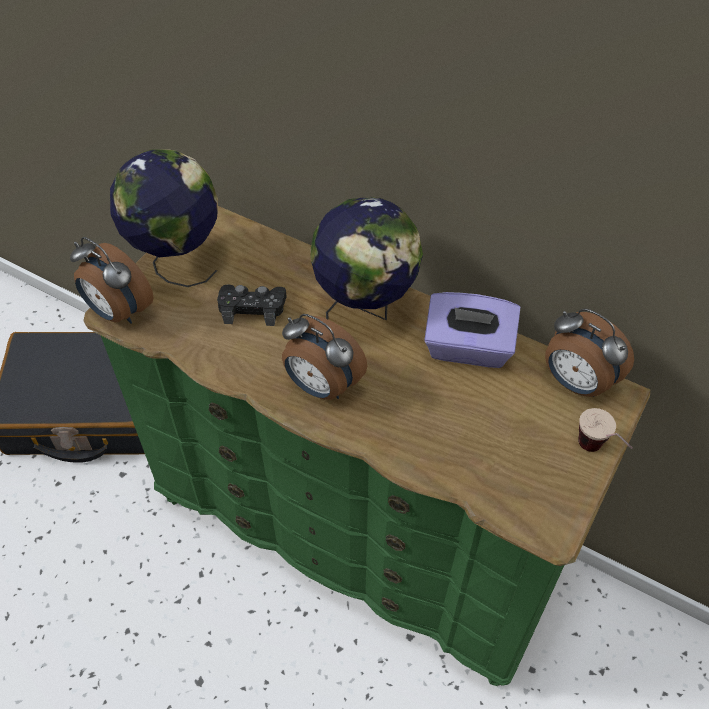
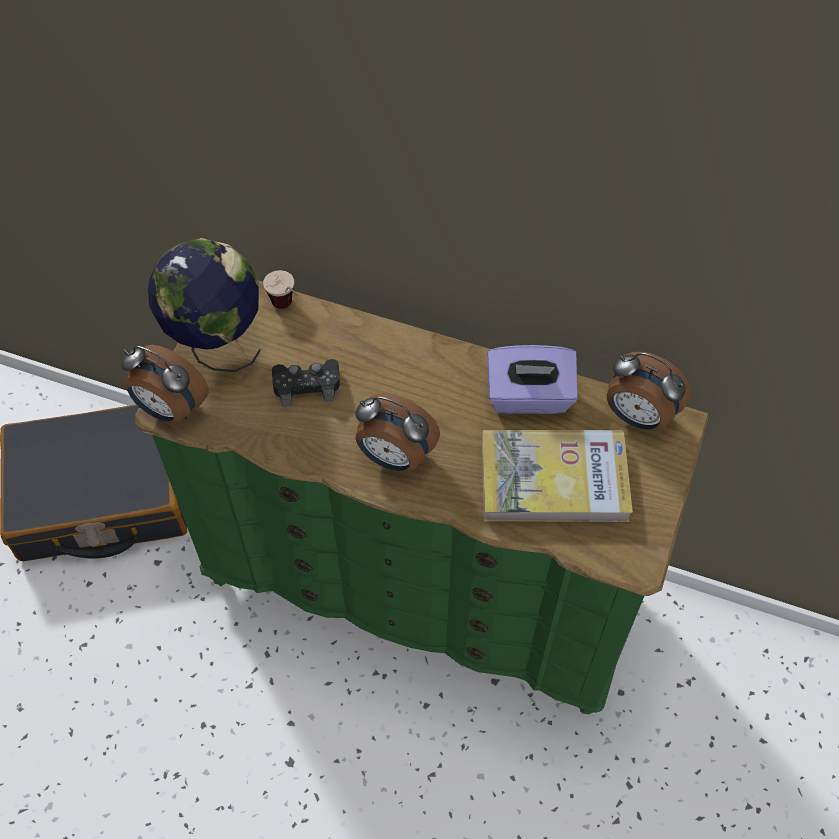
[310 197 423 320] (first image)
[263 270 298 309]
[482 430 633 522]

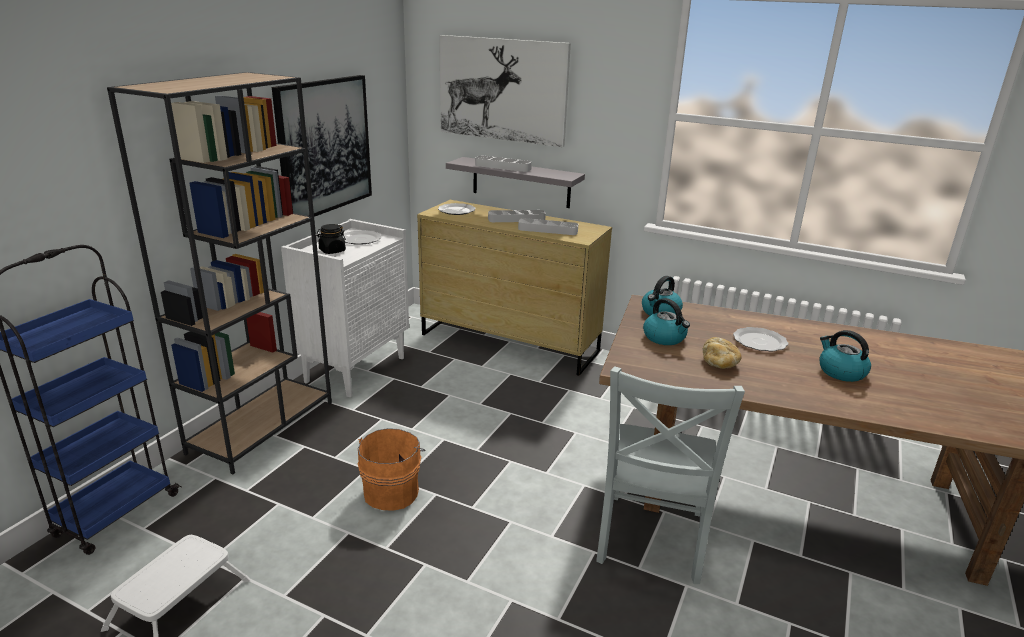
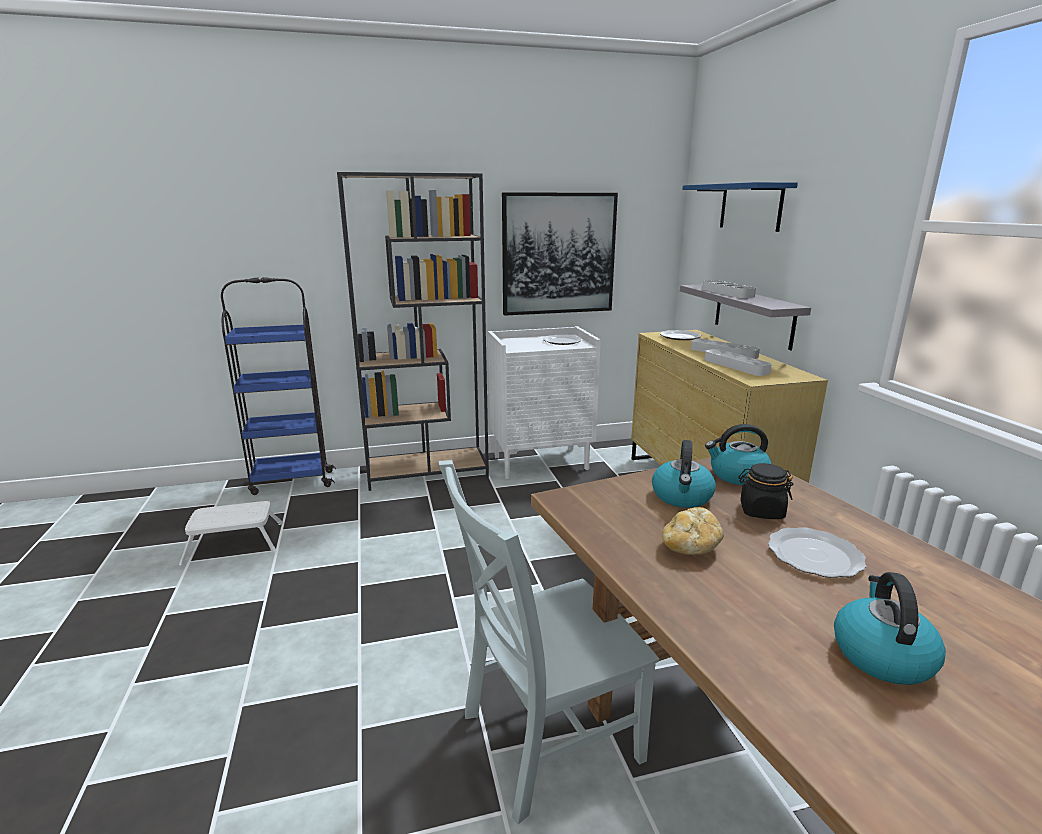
[738 463 793 519]
[358 428 426 511] (first image)
[682 182 798 232]

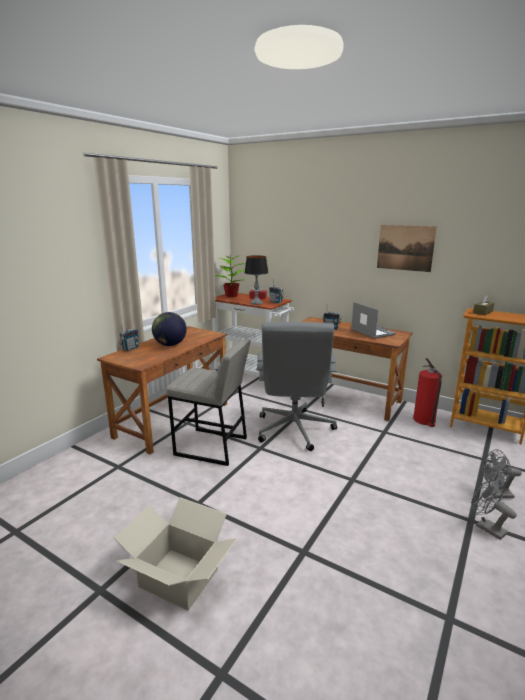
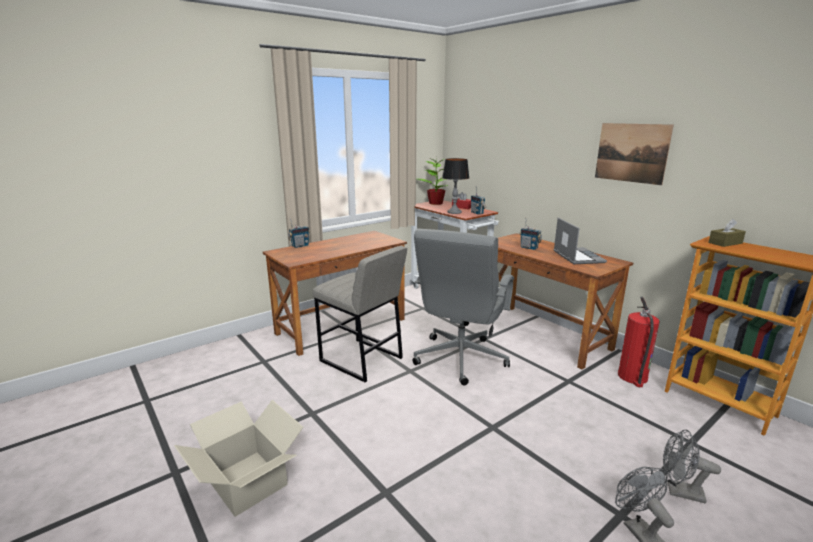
[152 312 187 346] (first image)

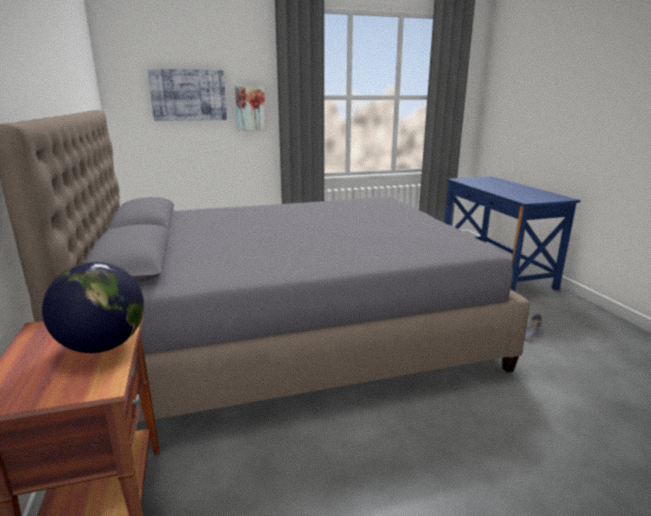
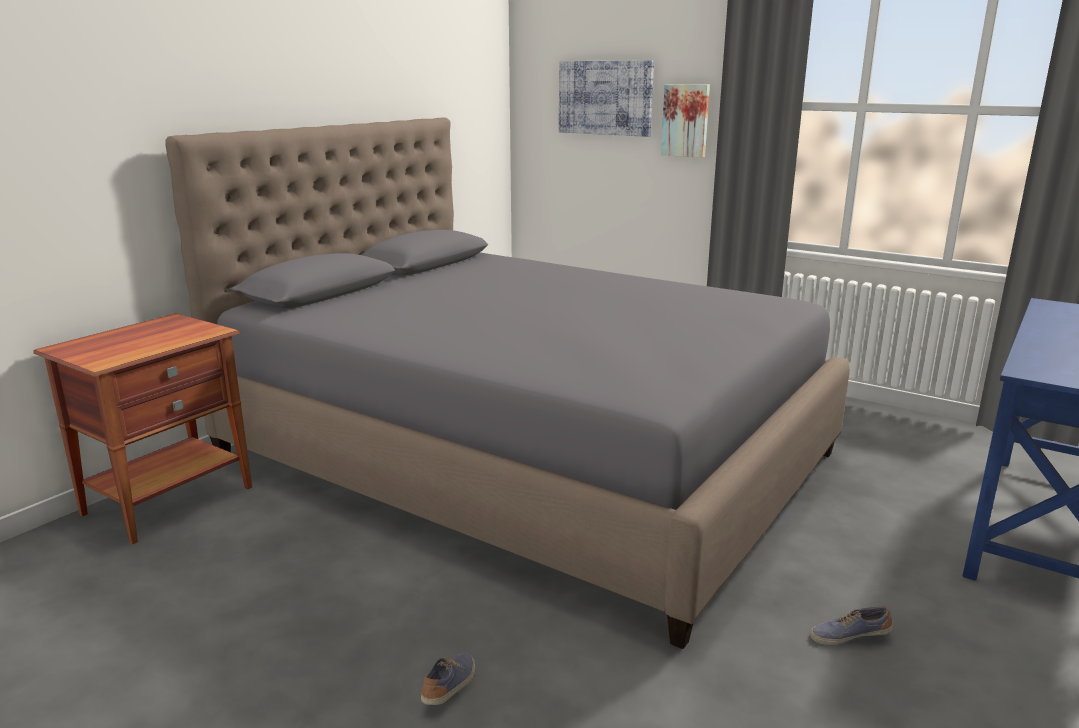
[42 262 144 353] (first image)
[421 653 475 705]

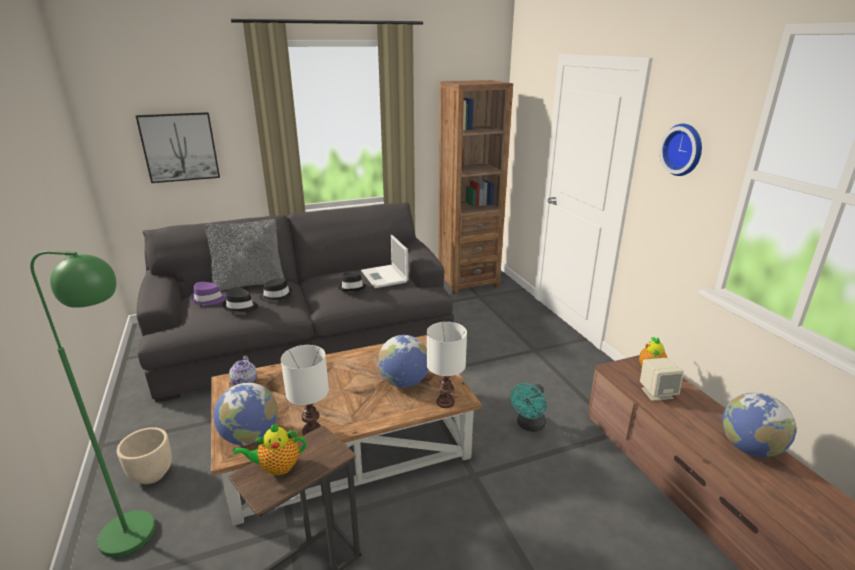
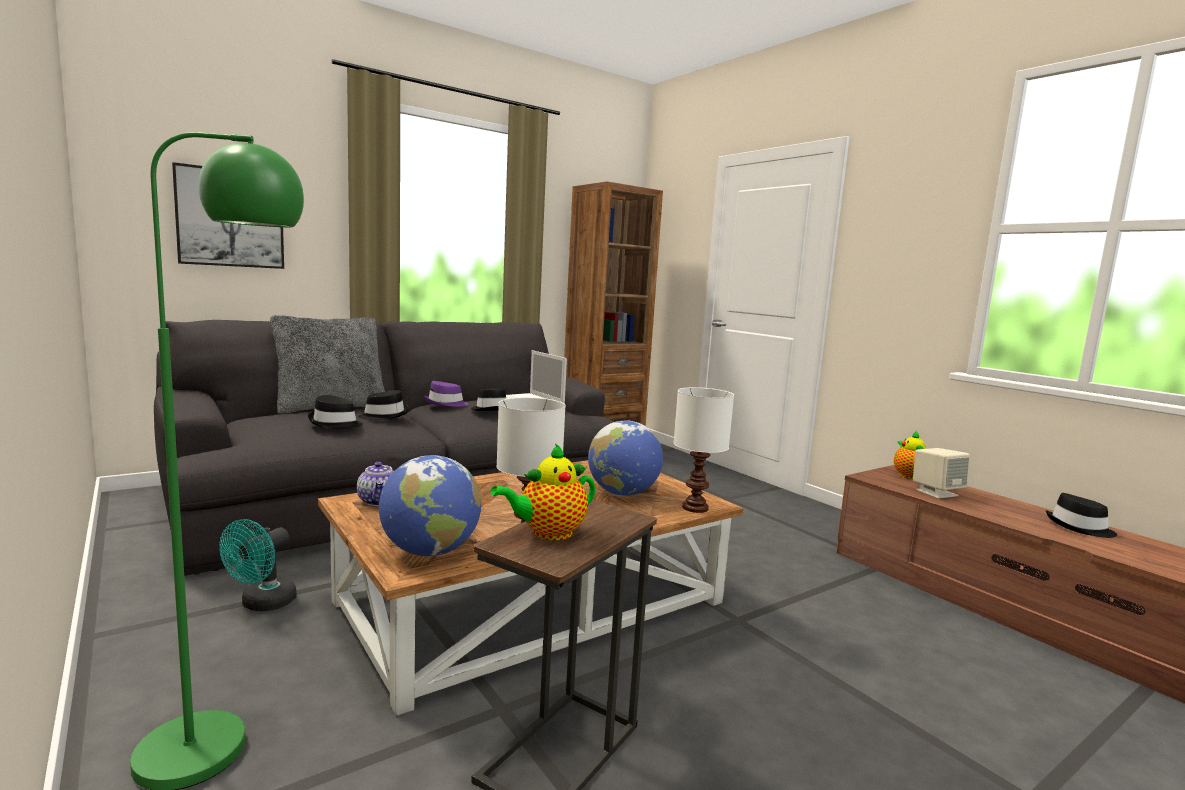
[117 427 172 484] (first image)
[424 381 468 407]
[219 519 297 612]
[659 124 702 176] (first image)
[1046 493 1117 538]

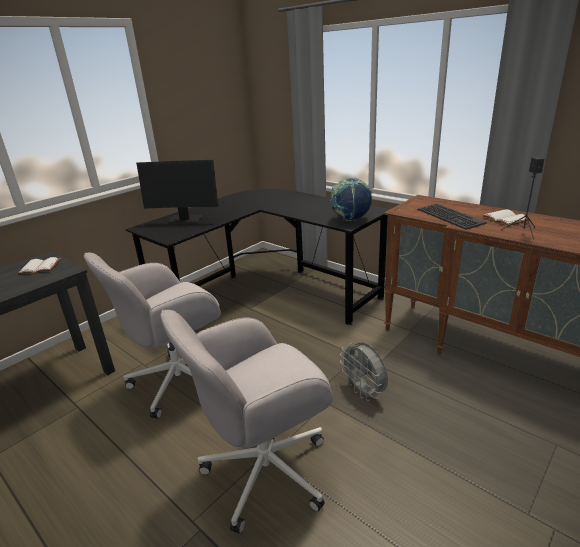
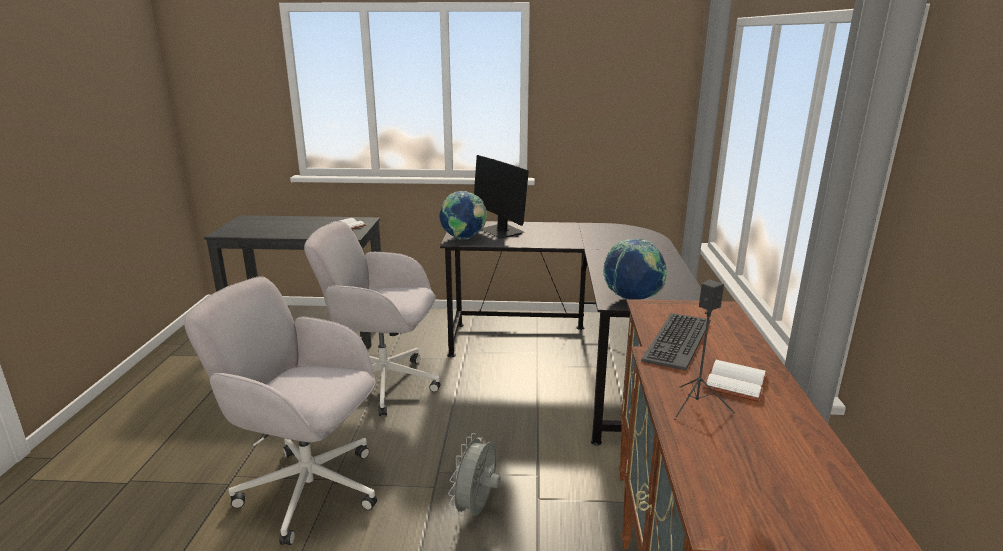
[440 191 487 240]

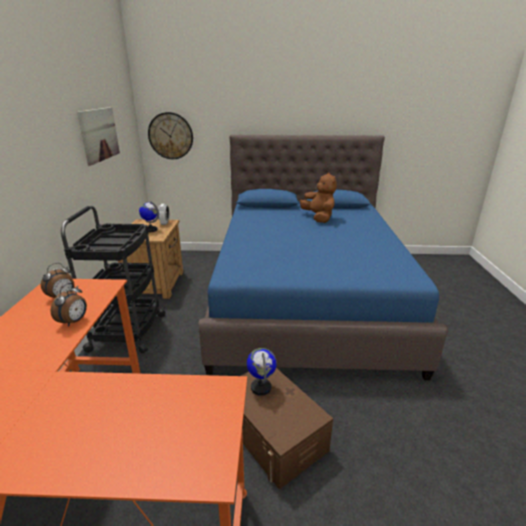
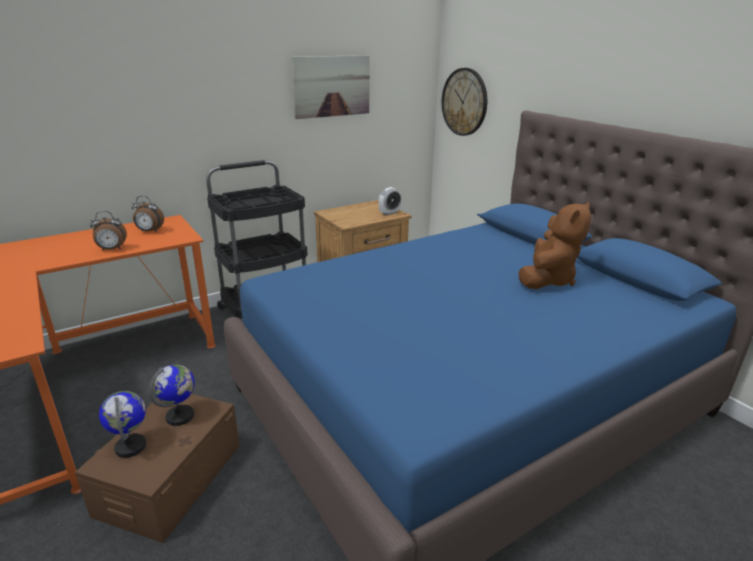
[99 391 146 458]

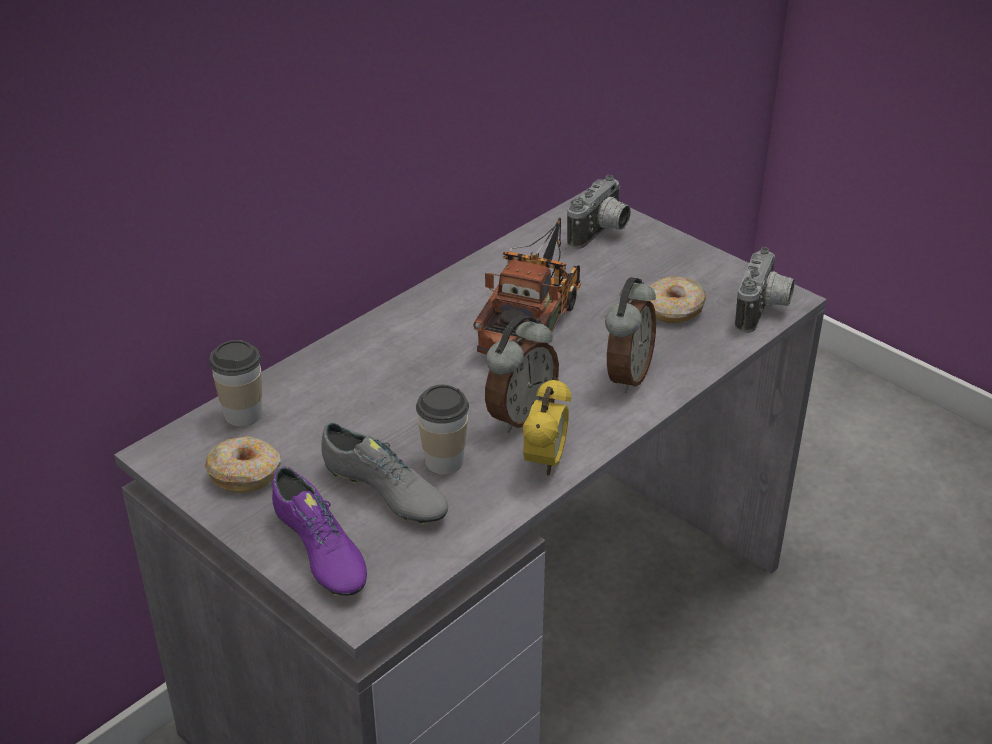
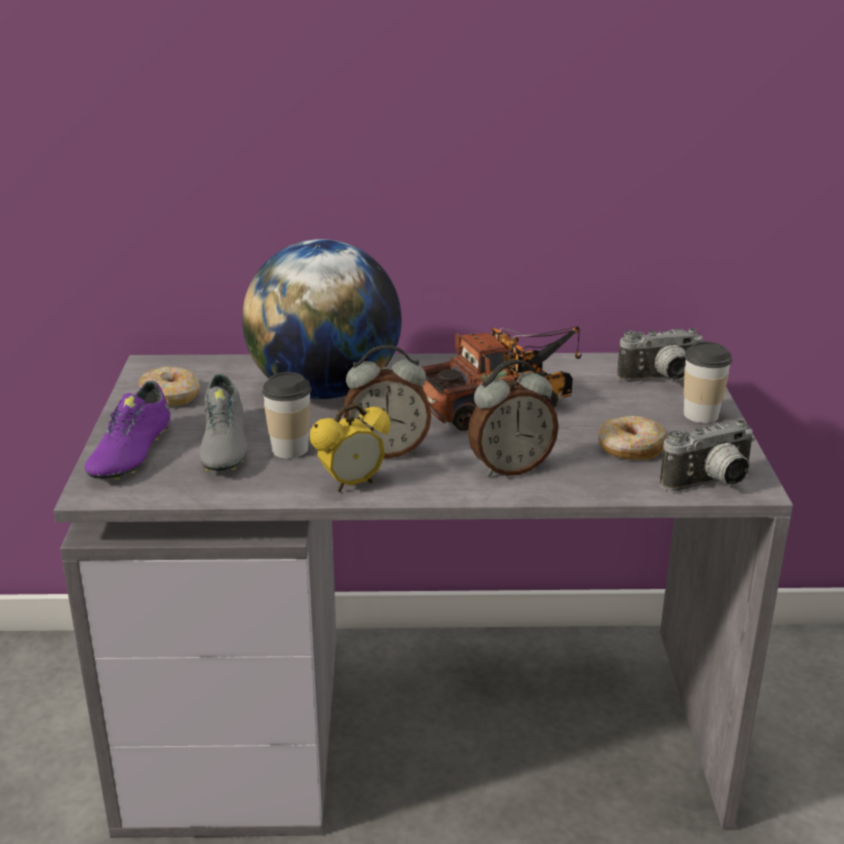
[684 342 732 423]
[242 239 401 399]

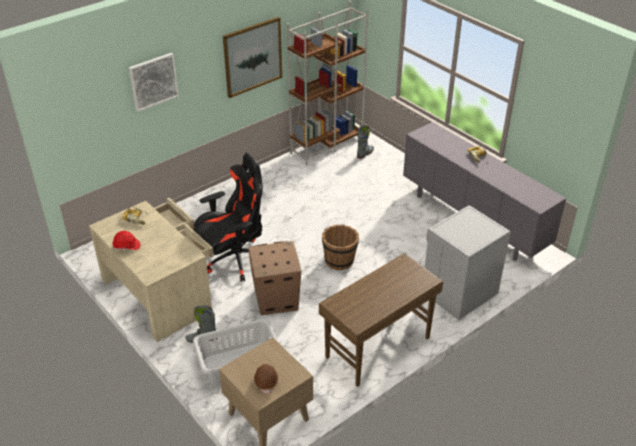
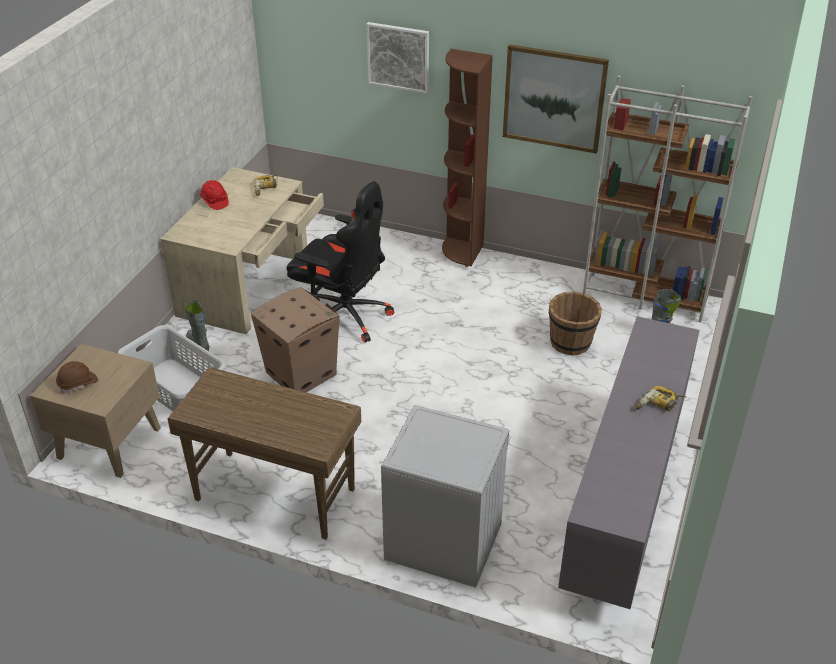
[549 292 602 356]
[442 49 493 267]

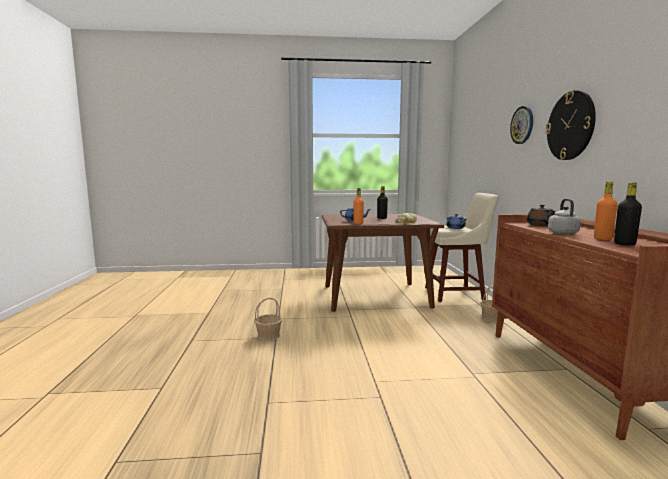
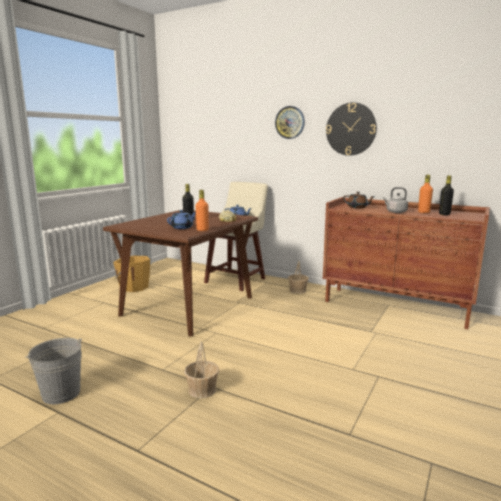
[25 338 82 404]
[113 256 150 292]

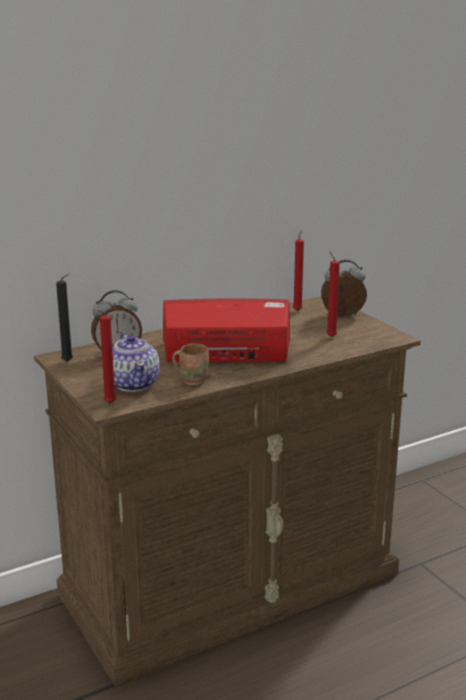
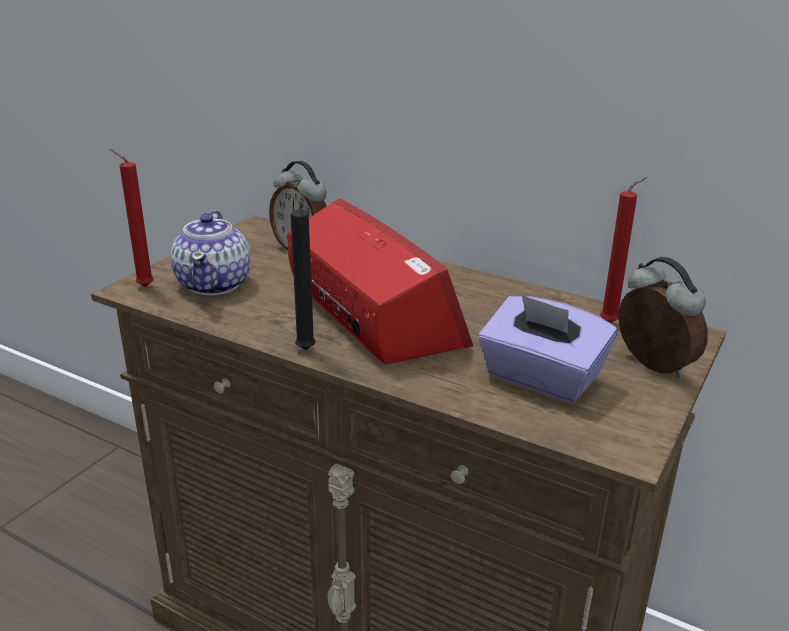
[290 202 316 350]
[171 211 250 296]
[172 343 209 385] (first image)
[478 294 617 403]

